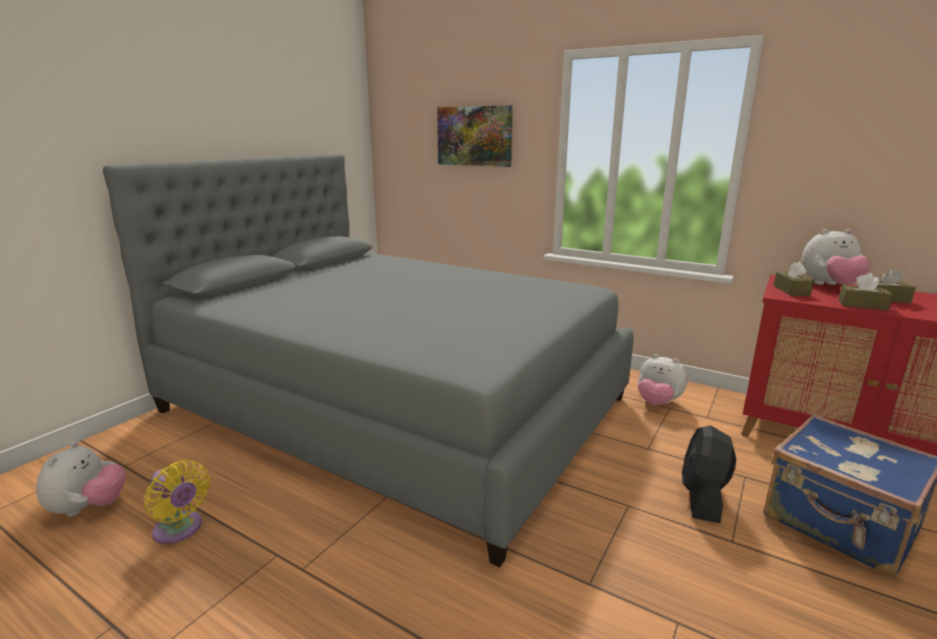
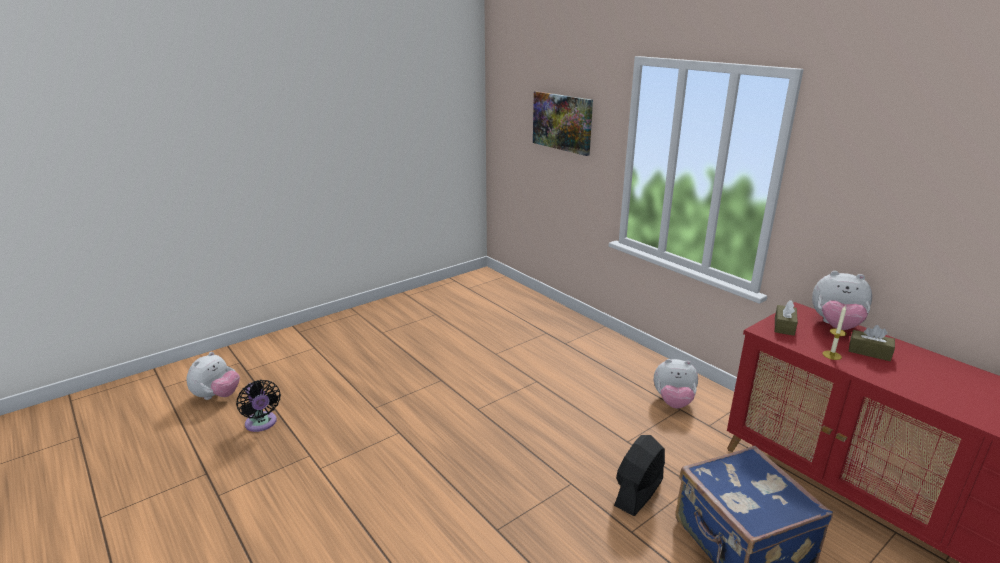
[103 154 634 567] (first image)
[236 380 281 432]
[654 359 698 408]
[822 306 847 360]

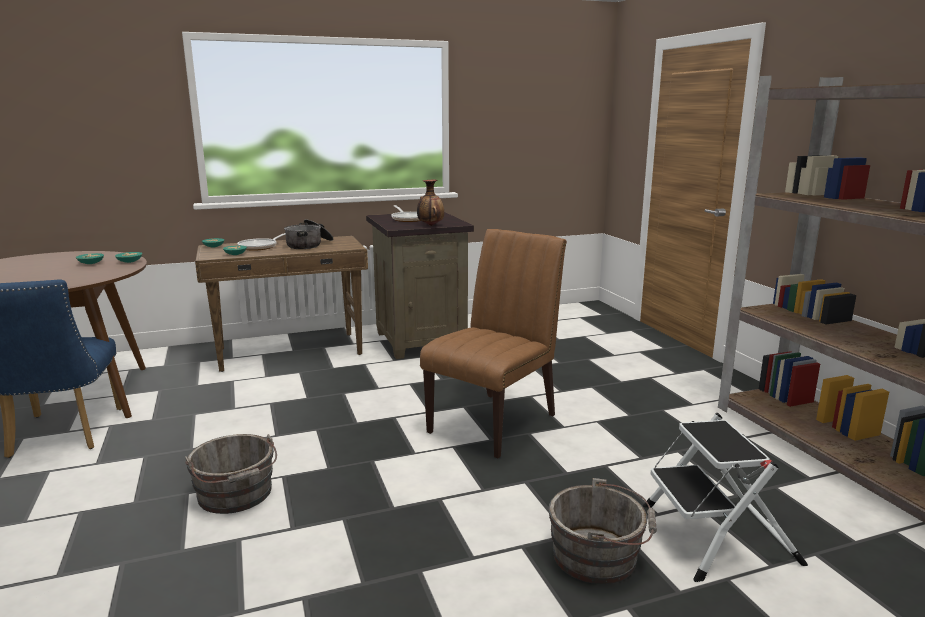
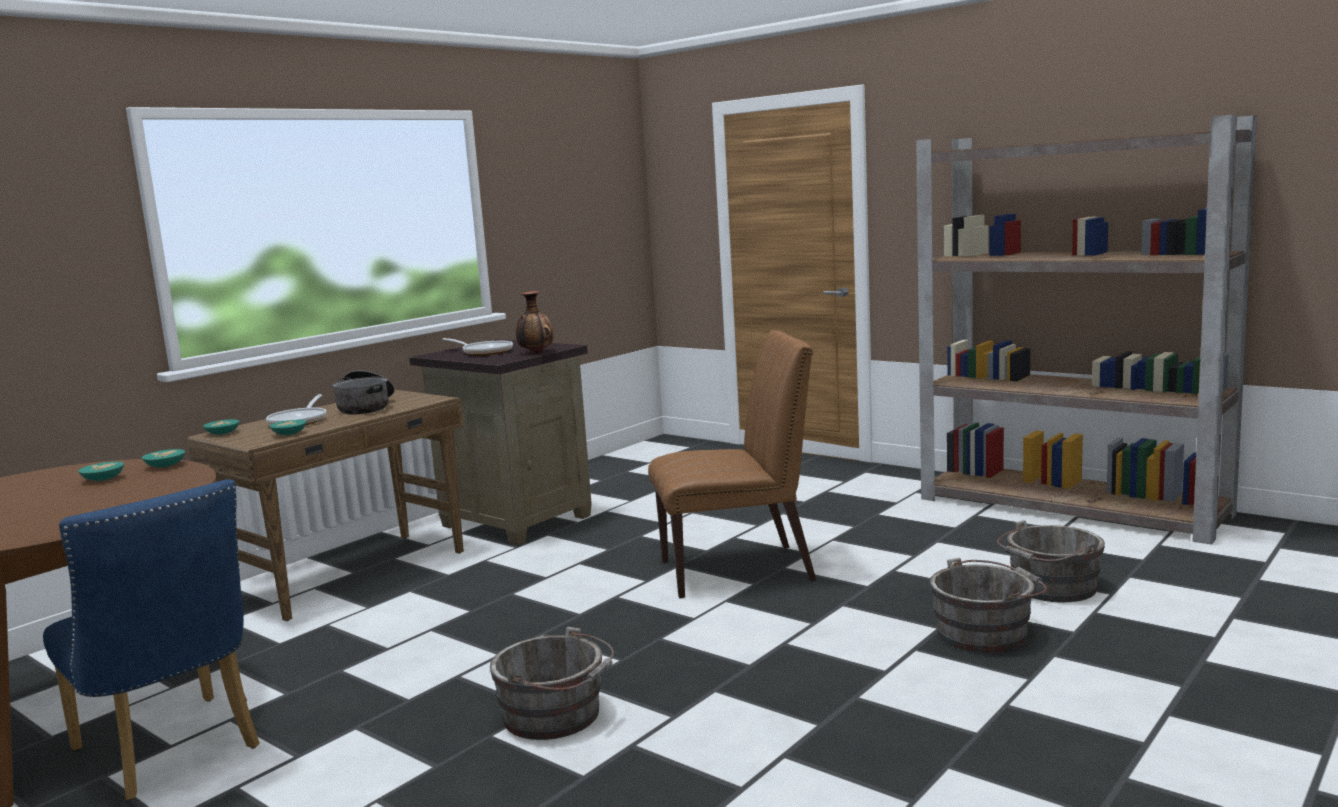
[648 330 816 598]
[997 520 1105 602]

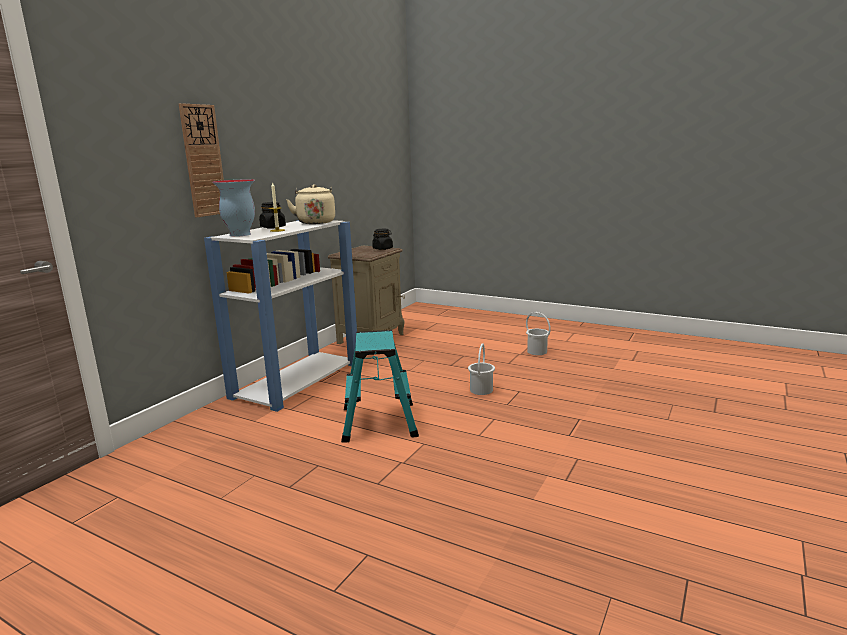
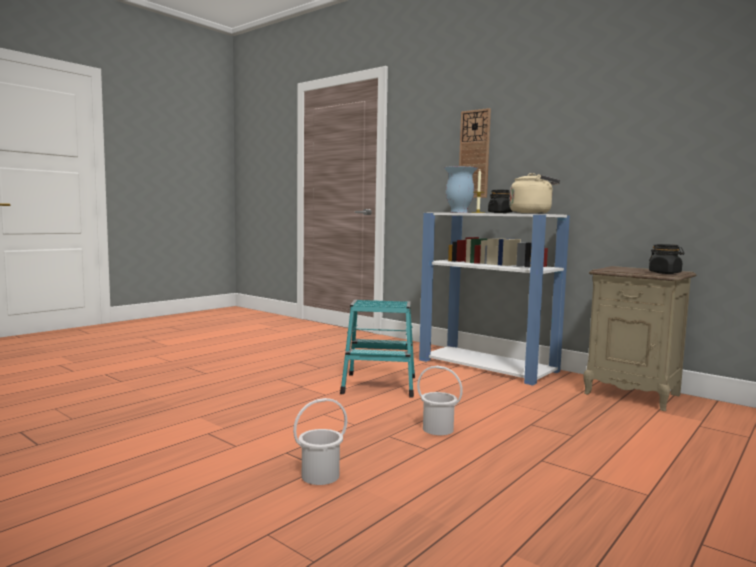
[293 398 347 485]

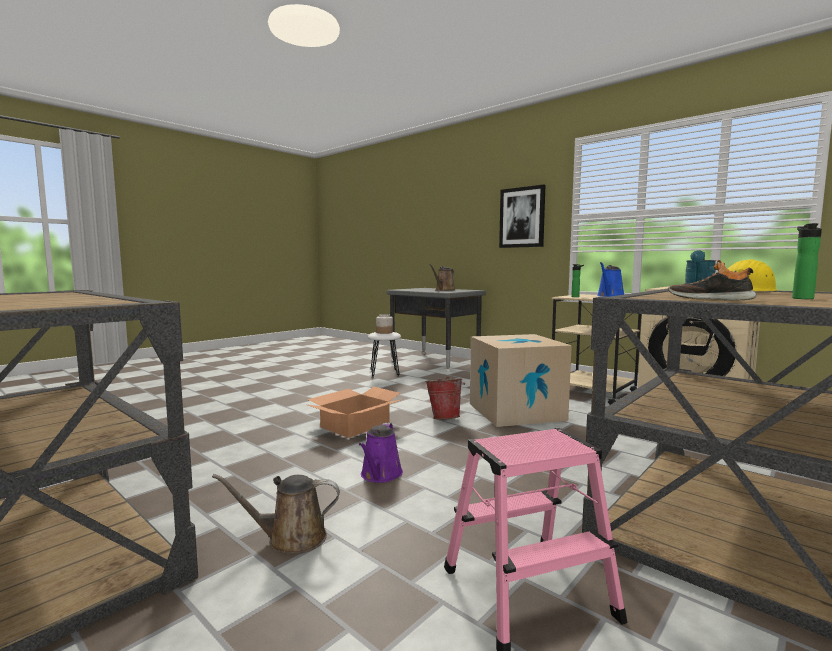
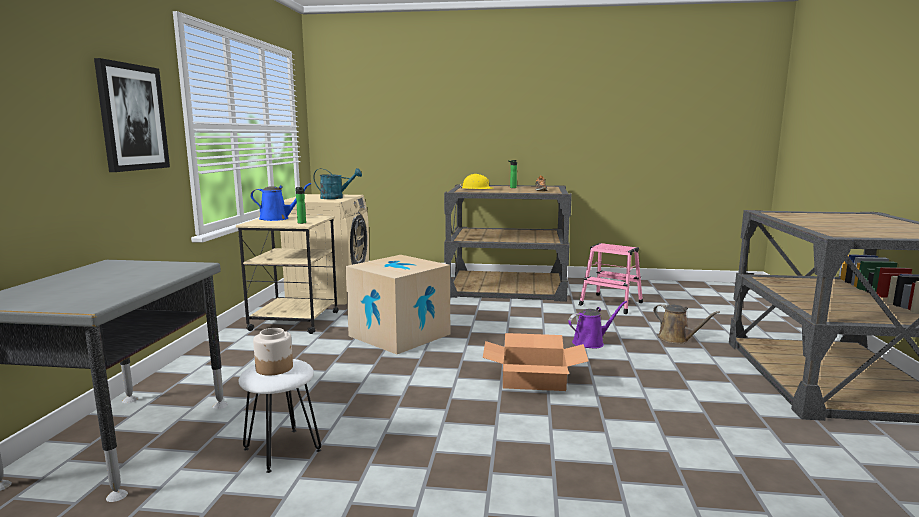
[425 377 465 419] (first image)
[429 264 455 291] (first image)

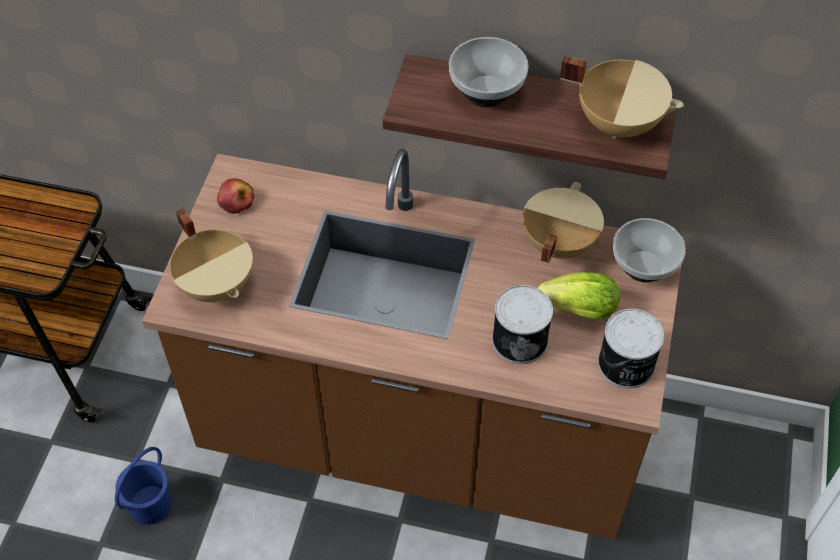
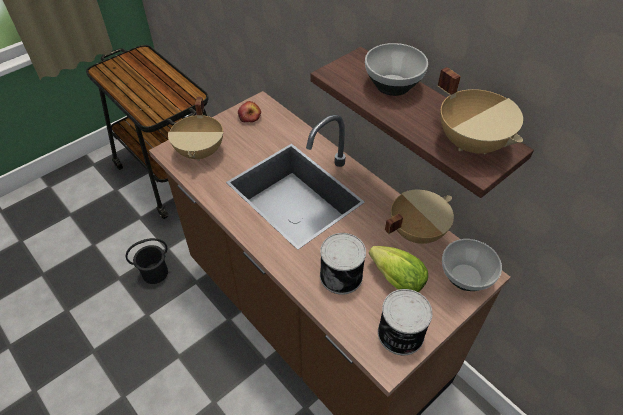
[126 238 168 284]

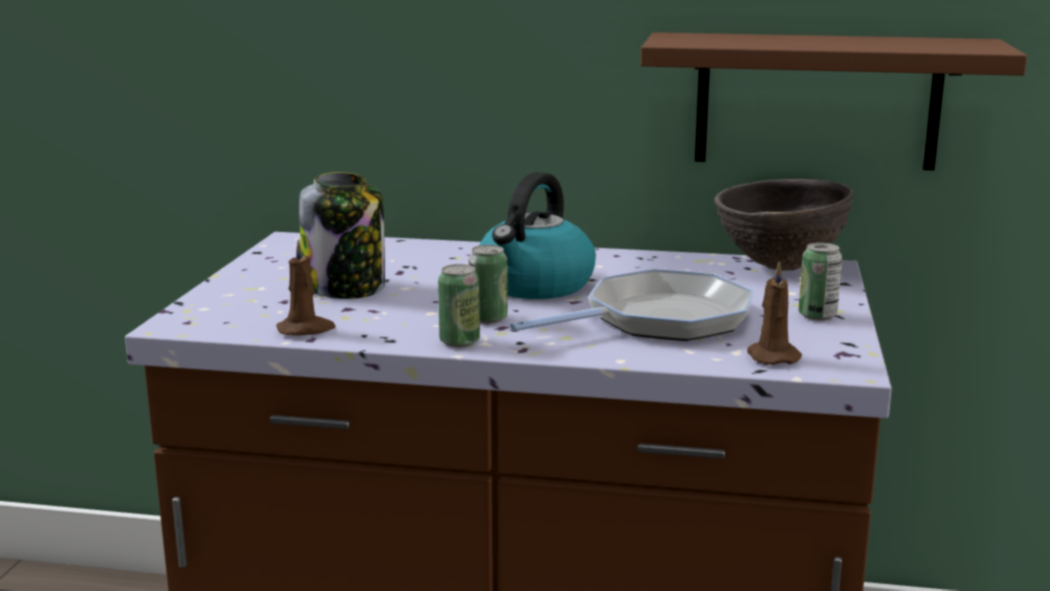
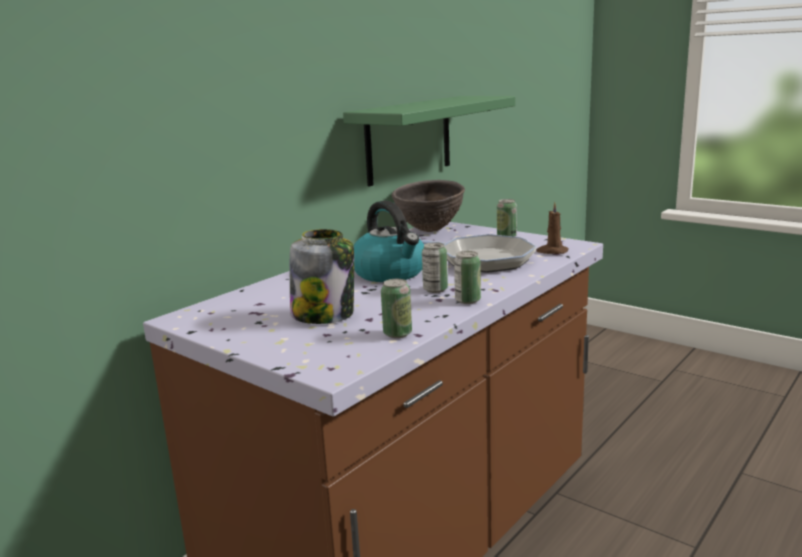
[381 279 412 338]
[421 234 537 273]
[343 96 515 186]

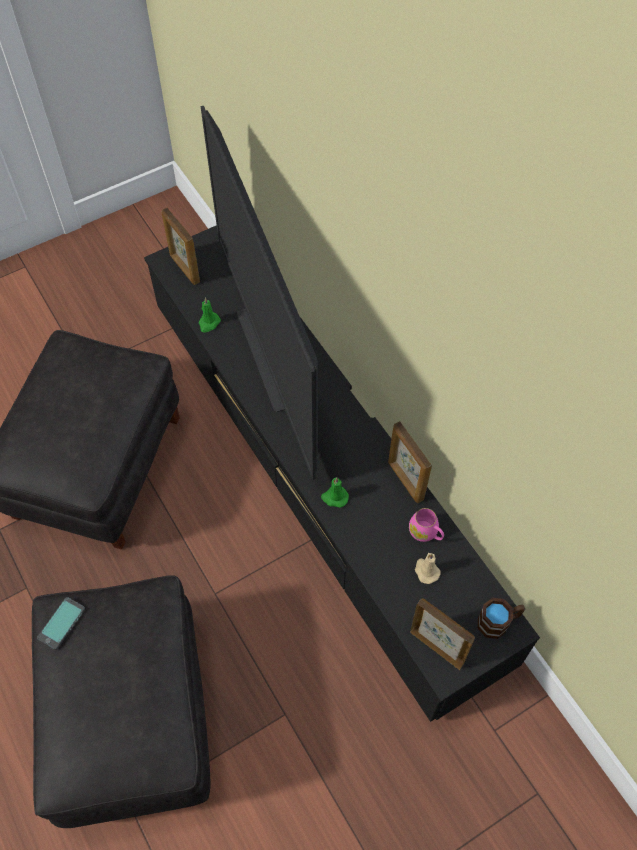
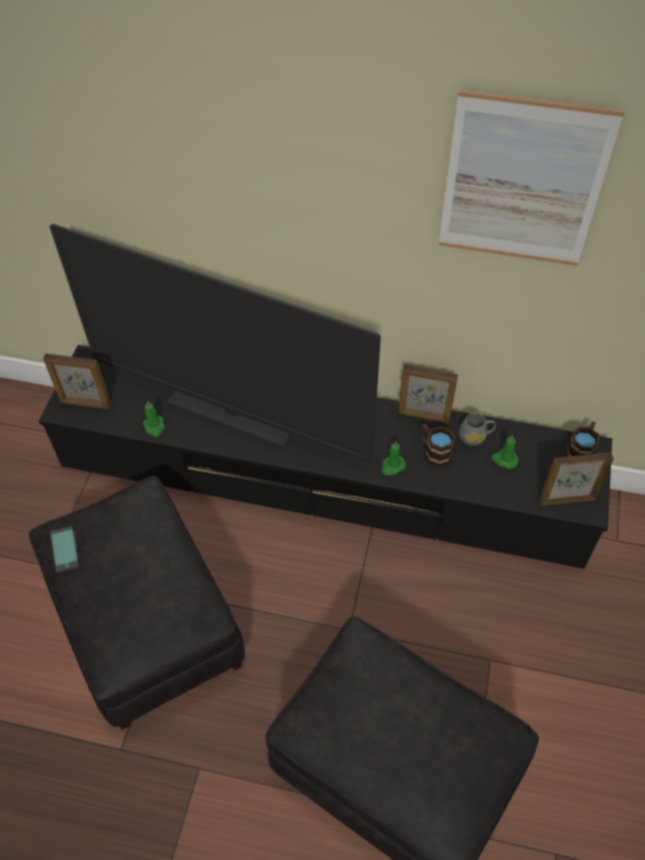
[50 526 79 573]
[459 413 496 446]
[491 435 518 469]
[420 424 456 467]
[439 90 625 266]

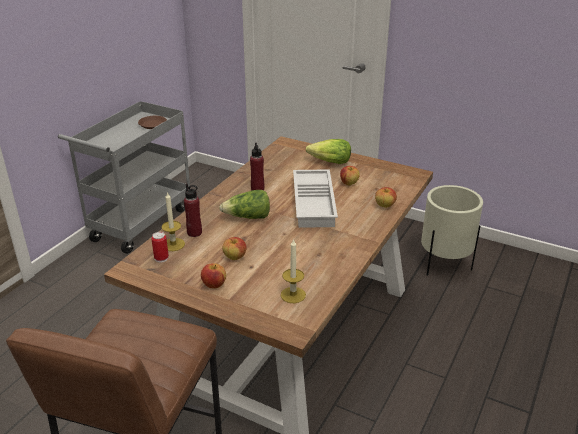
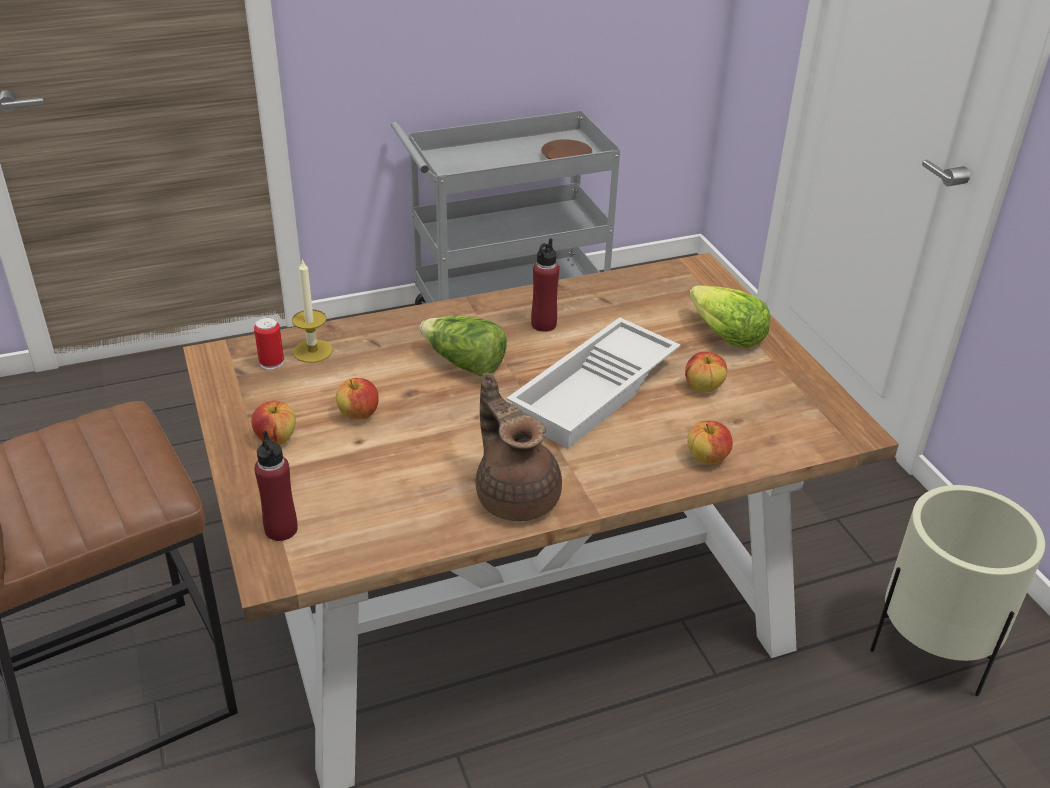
[254 431 298 541]
[281 238 306 303] (first image)
[476 373 562 521]

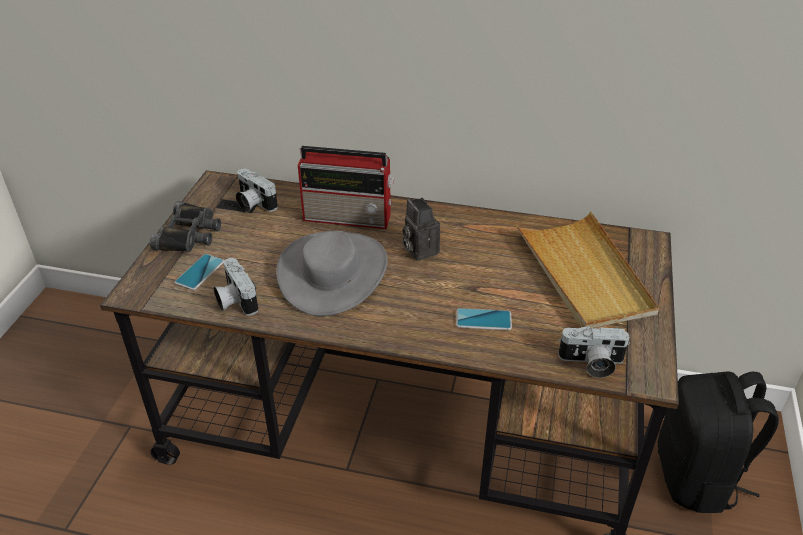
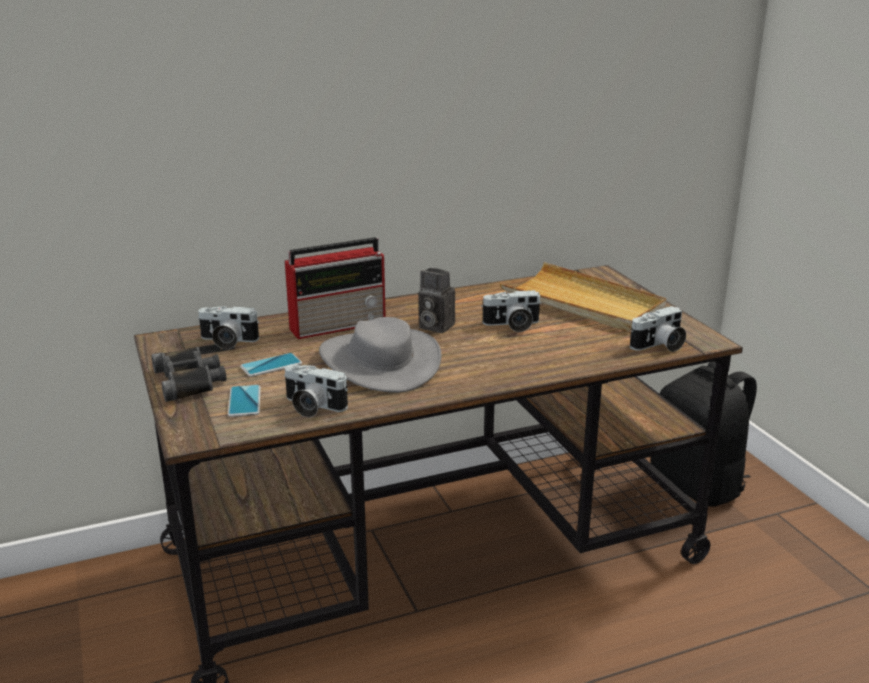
[240 353 302 377]
[481 290 542 332]

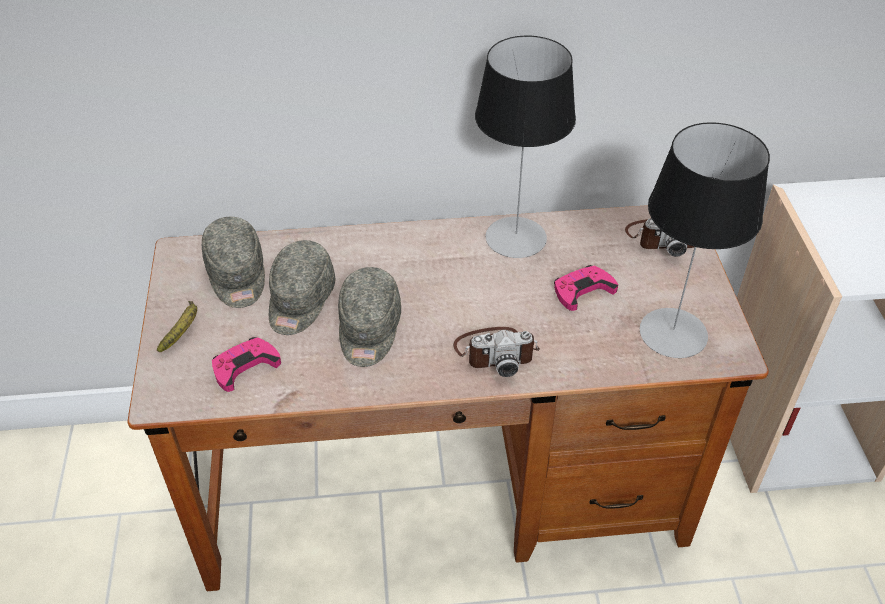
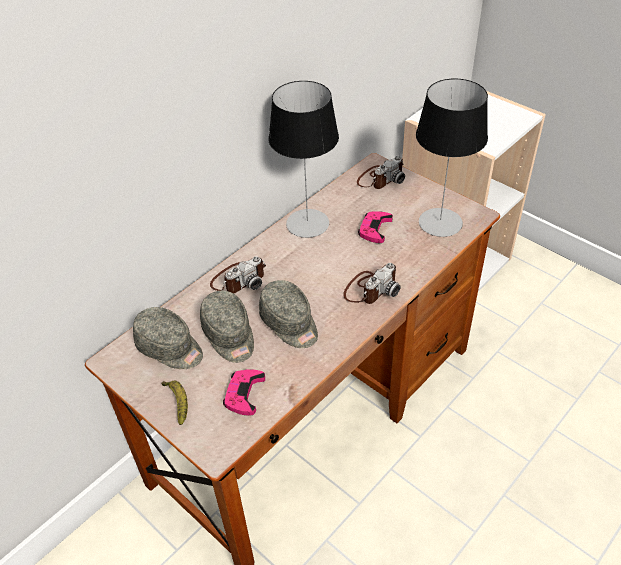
[210 256 266 294]

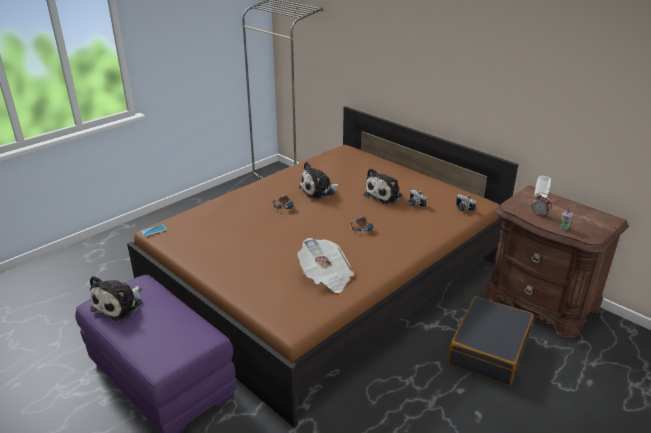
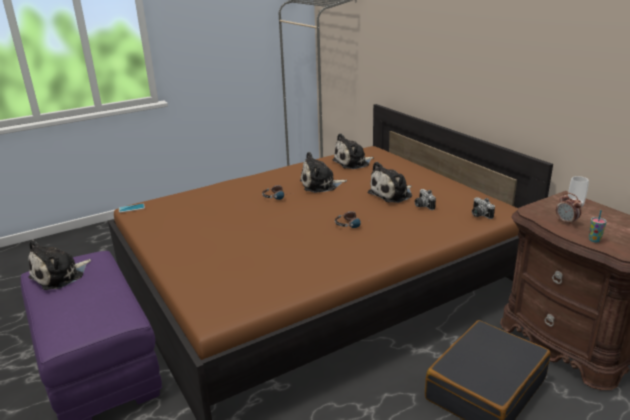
[297 238 354 293] (first image)
[332 133 374 169]

